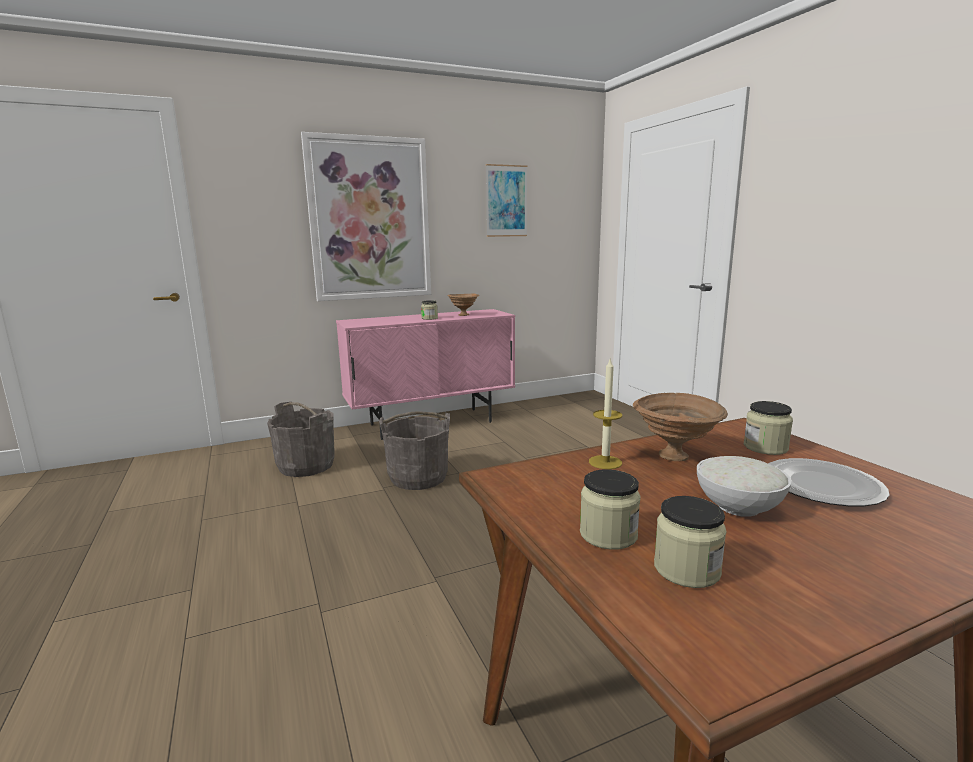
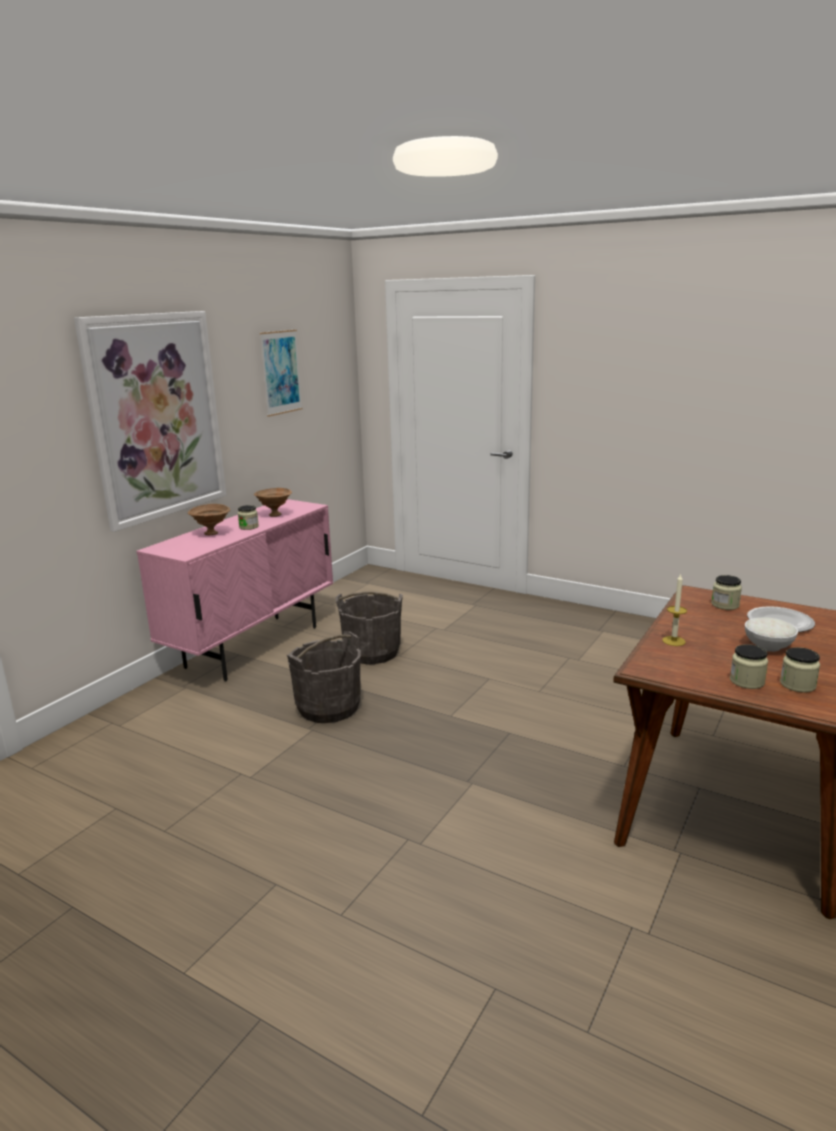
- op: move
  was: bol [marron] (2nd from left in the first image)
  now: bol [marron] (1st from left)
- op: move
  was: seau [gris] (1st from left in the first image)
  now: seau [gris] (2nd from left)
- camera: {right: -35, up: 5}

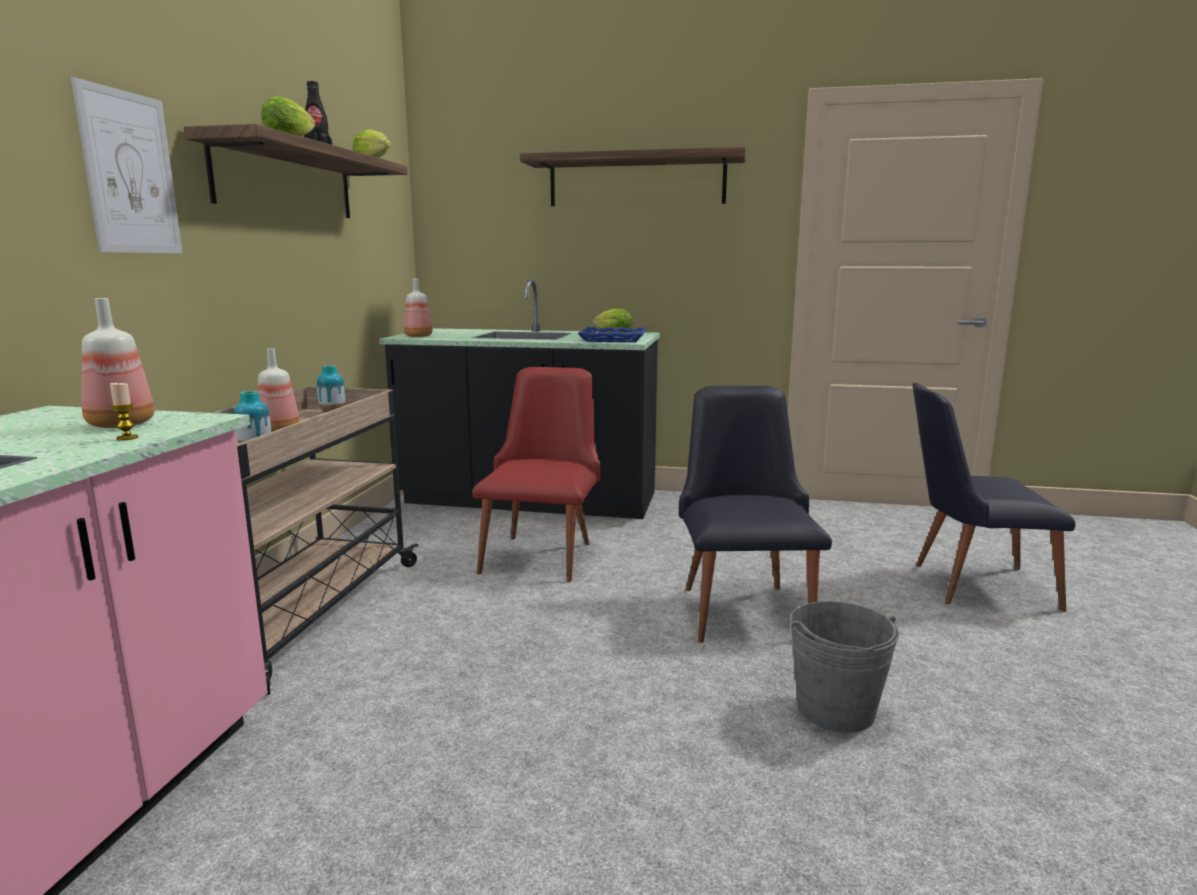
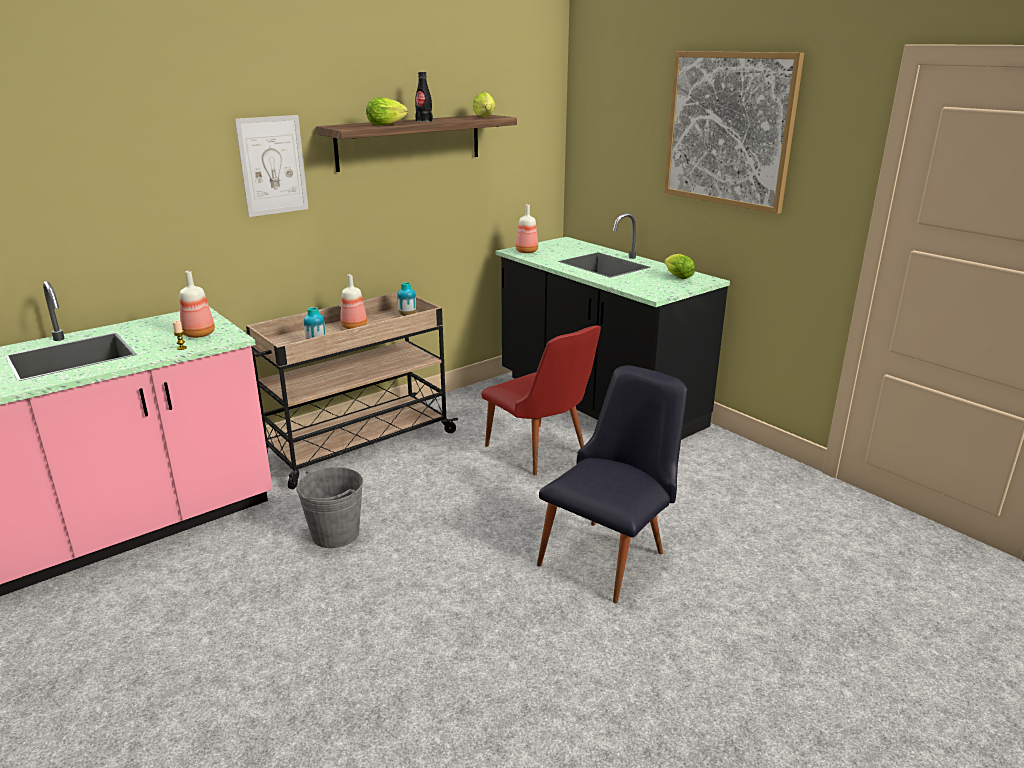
- op: replace
  was: étagère (2nd from left)
  now: tableau (2nd from left)
- op: delete
  was: plateau [bleu]
- op: rotate
  was: chaise [rouge]
  clockwise: 90
- op: delete
  was: chaise [noir] (2nd from left)
- op: move
  was: seau [gris]
- camera: {right: 40, up: 10}

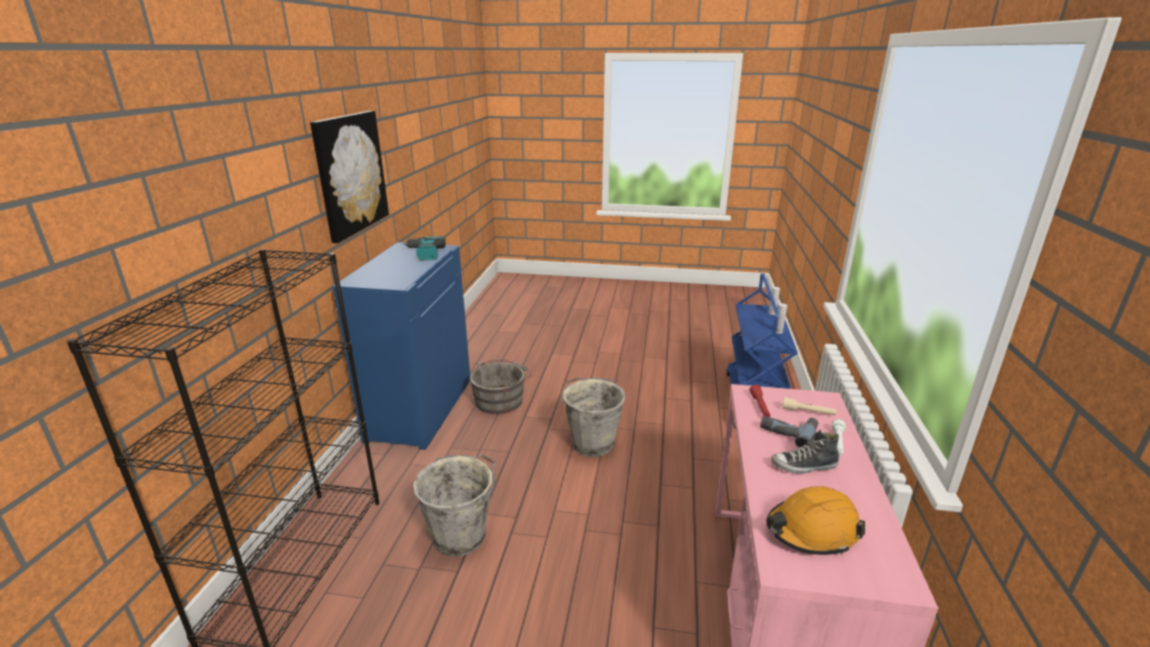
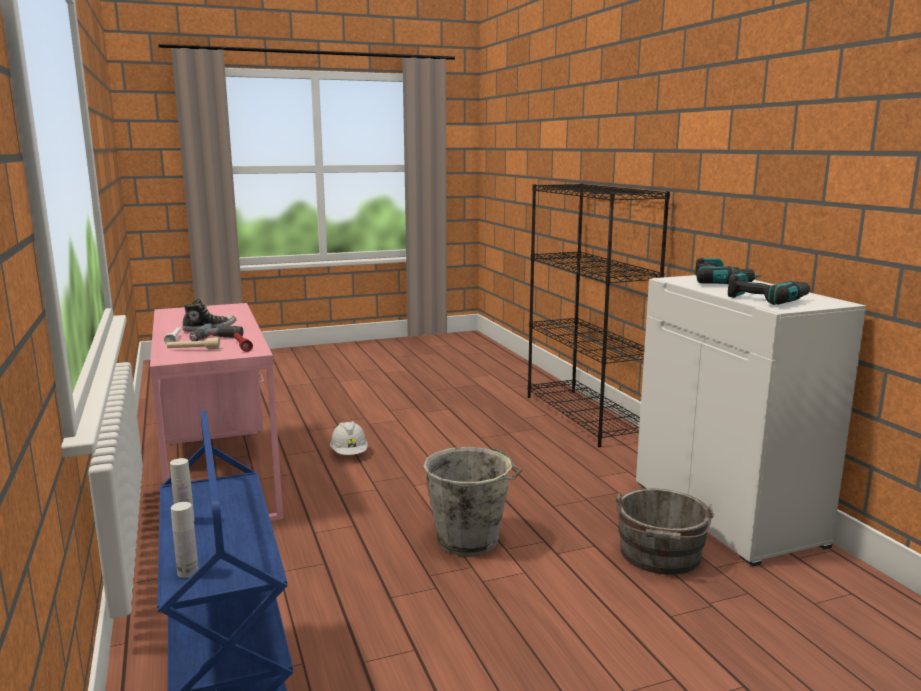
- op: delete
  was: tableau
- op: recolor
  was: meuble de rangement [bleu]
  now: meuble de rangement [blanc]
- op: delete
  was: seau [gris] (1st from left)
- op: delete
  was: casque de chantier [orange]
- op: insert
  now: perceuse (2nd from left)
- op: insert
  now: casque de chantier [blanc]
- camera: {right: 150, up: -10}

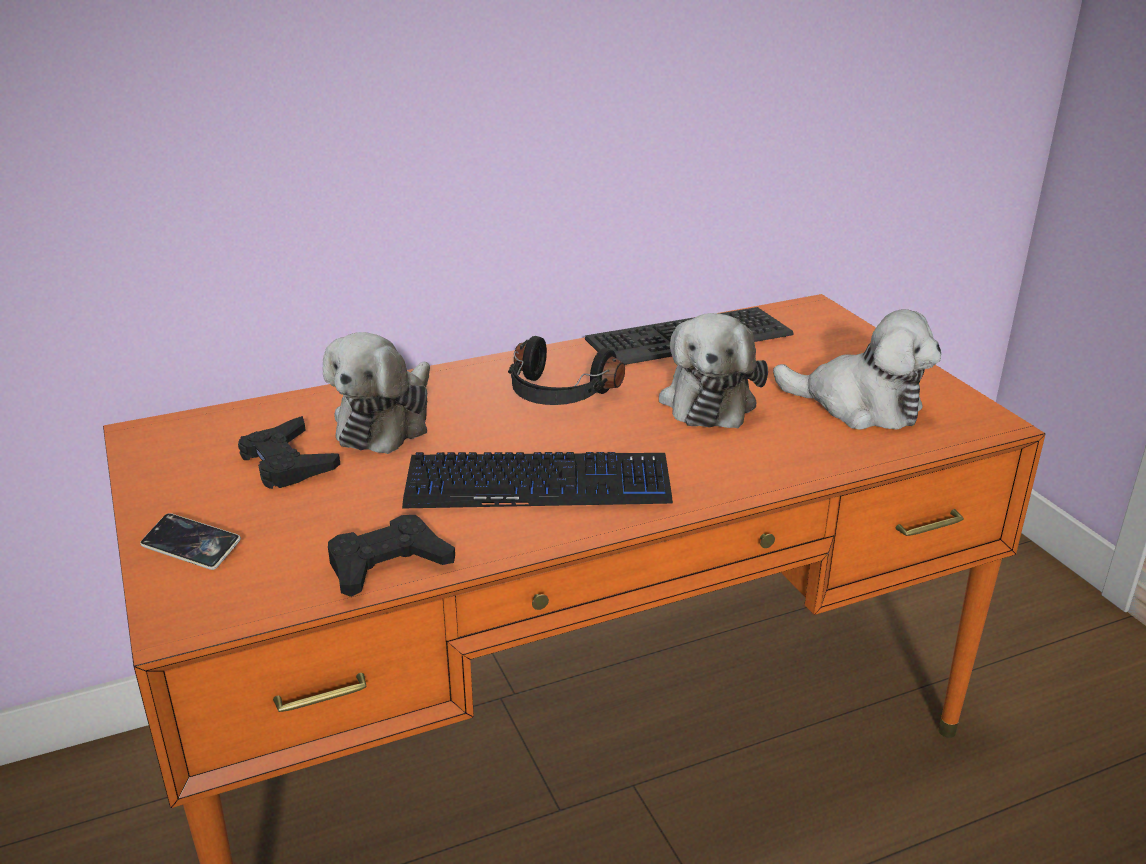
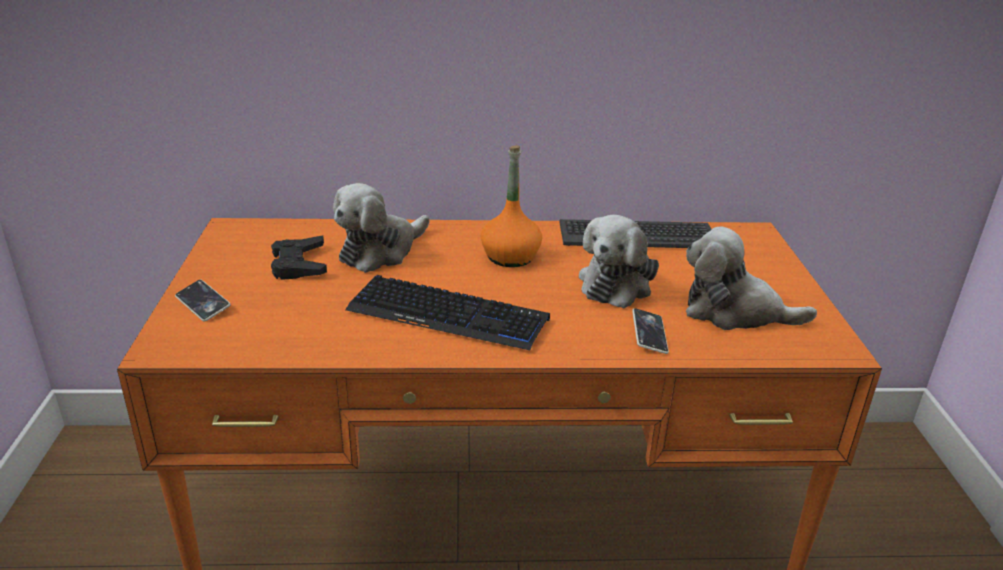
- op: rotate
  was: peluche (3rd from left)
  clockwise: 150
- op: replace
  was: casque audio [noir]
  now: bouteille [orange]
- op: delete
  was: manette [noir] (2nd from left)
- op: insert
  now: téléphone (2nd from left)
- camera: {right: 20, up: 0}

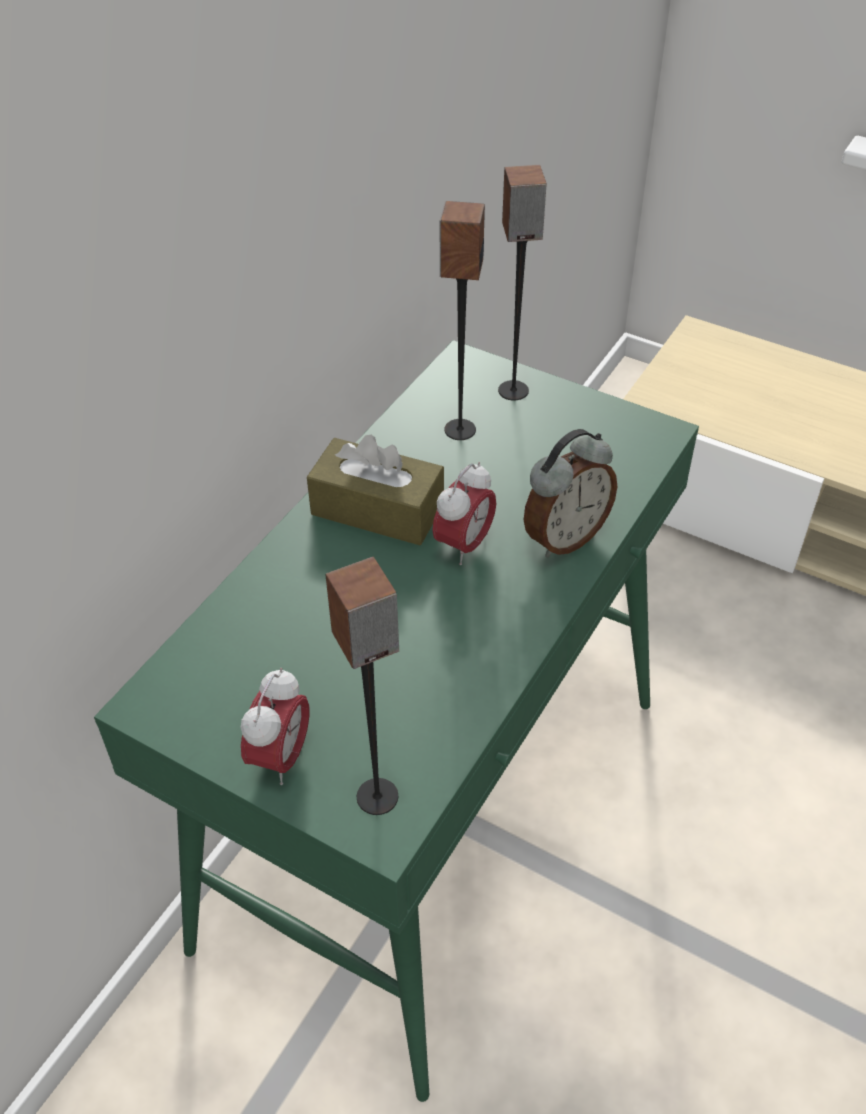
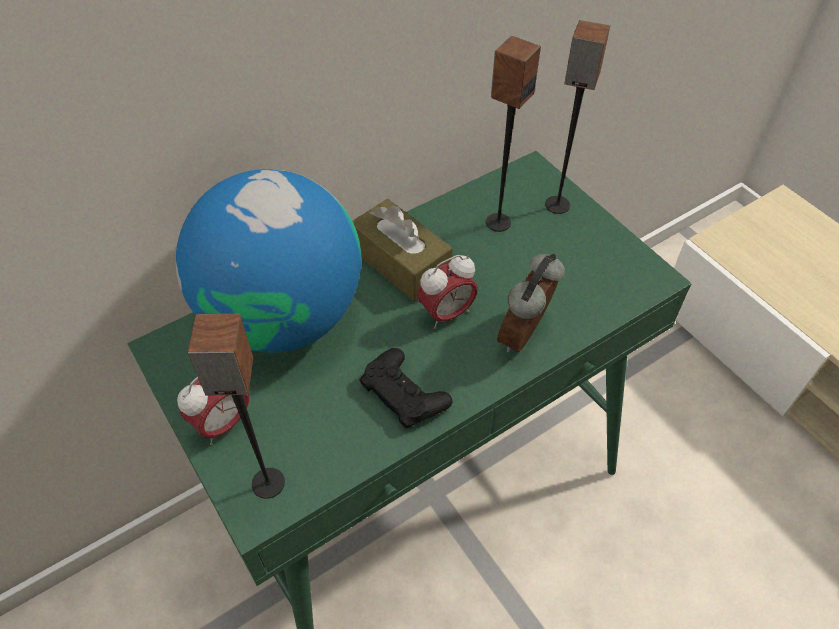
- op: rotate
  was: réveil (3rd from left)
  clockwise: 135
- op: insert
  now: globe
- op: insert
  now: manette [noir]
- camera: {right: 25, up: 5}

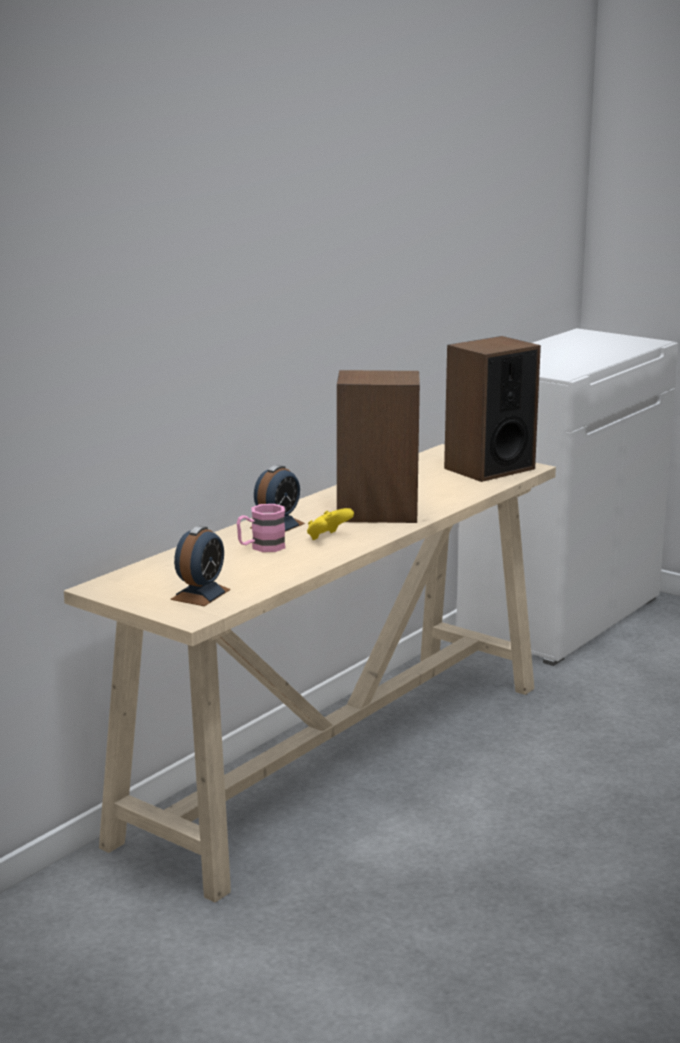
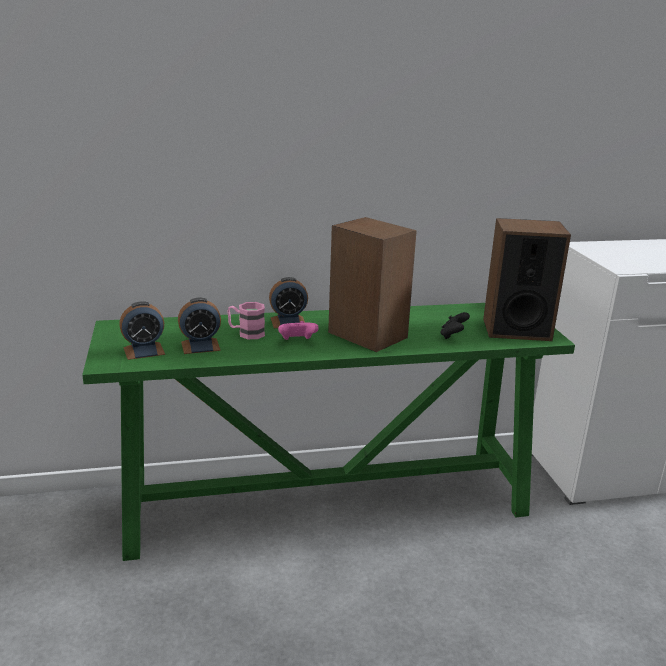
- op: recolor
  was: table console [beige]
  now: table console [vert]
- op: recolor
  was: manette [jaune]
  now: manette [rose]
- op: insert
  now: réveil (2nd from left)
- op: insert
  now: manette [noir]
- camera: {right: 40, up: 5}

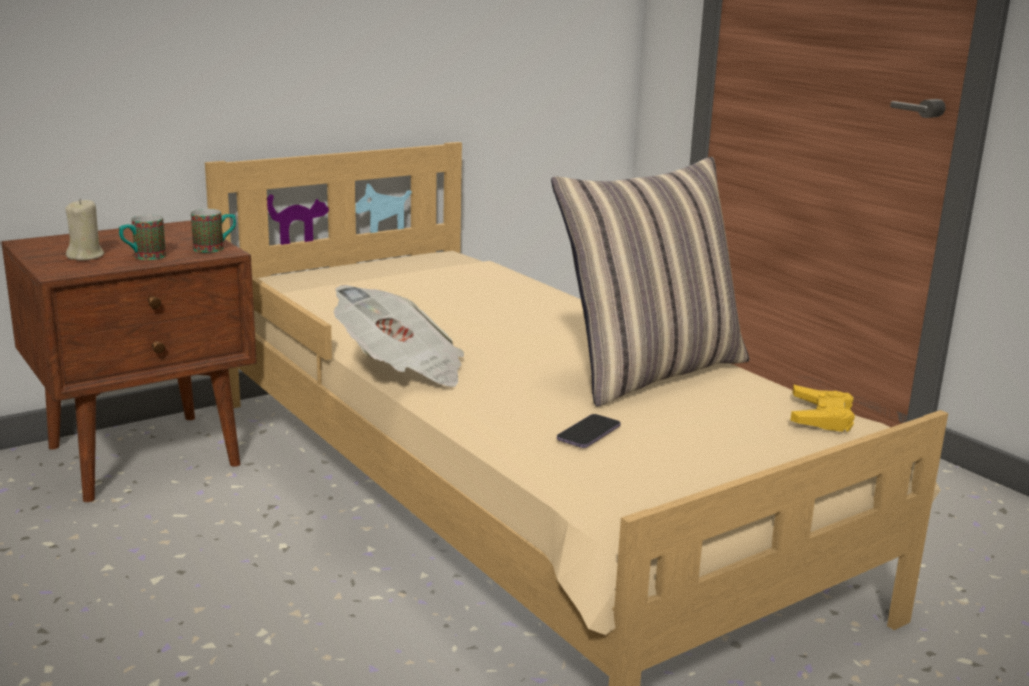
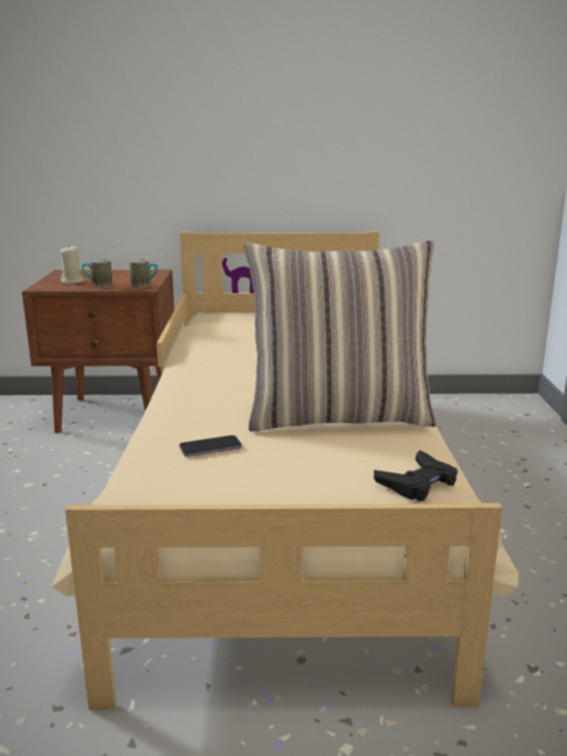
- op: delete
  was: journal
- op: recolor
  was: manette [jaune]
  now: manette [noir]
- camera: {right: 35, up: 0}

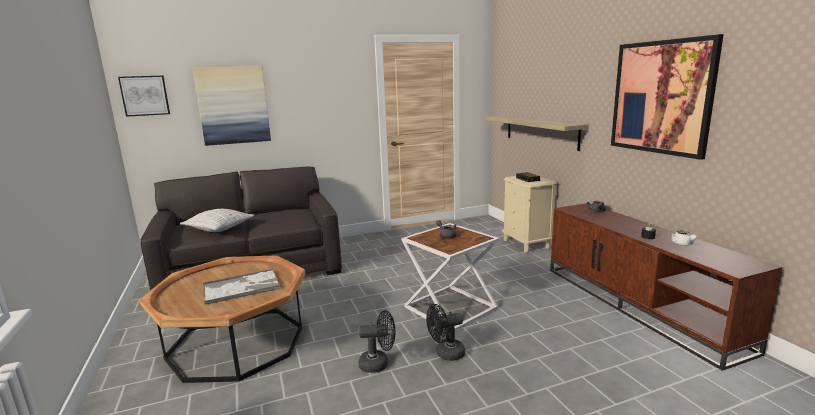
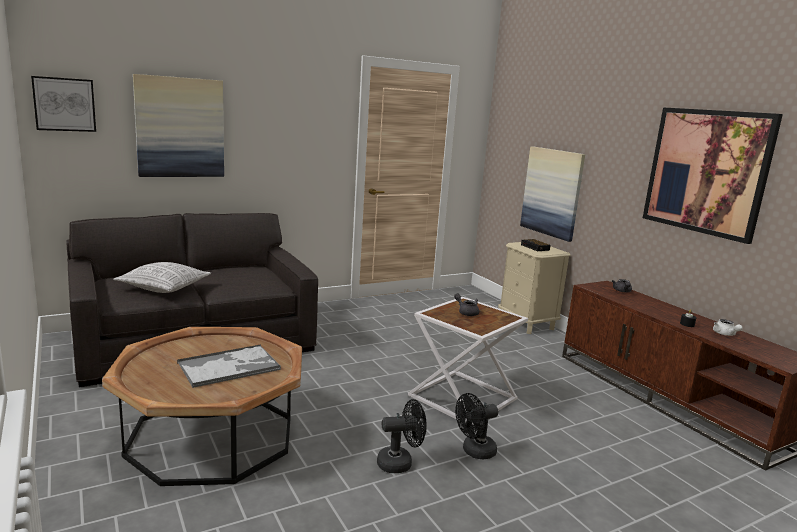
- op: replace
  was: étagère
  now: tableau (3rd from left)
- camera: {right: -10, up: 0}

